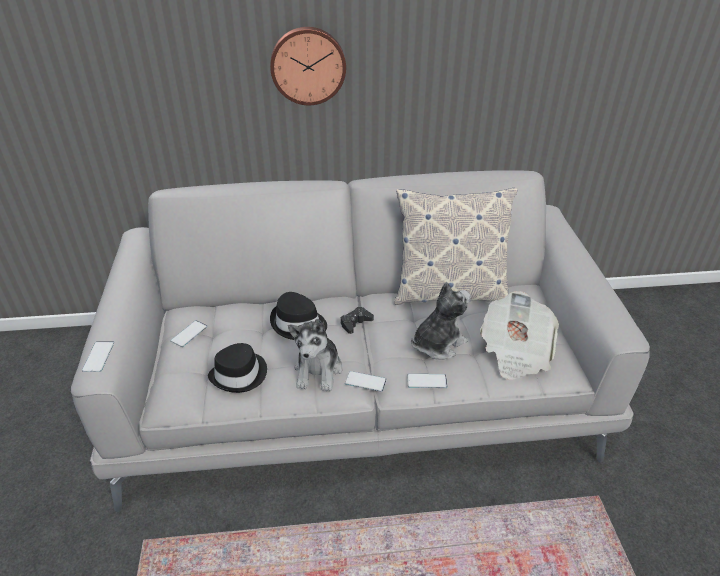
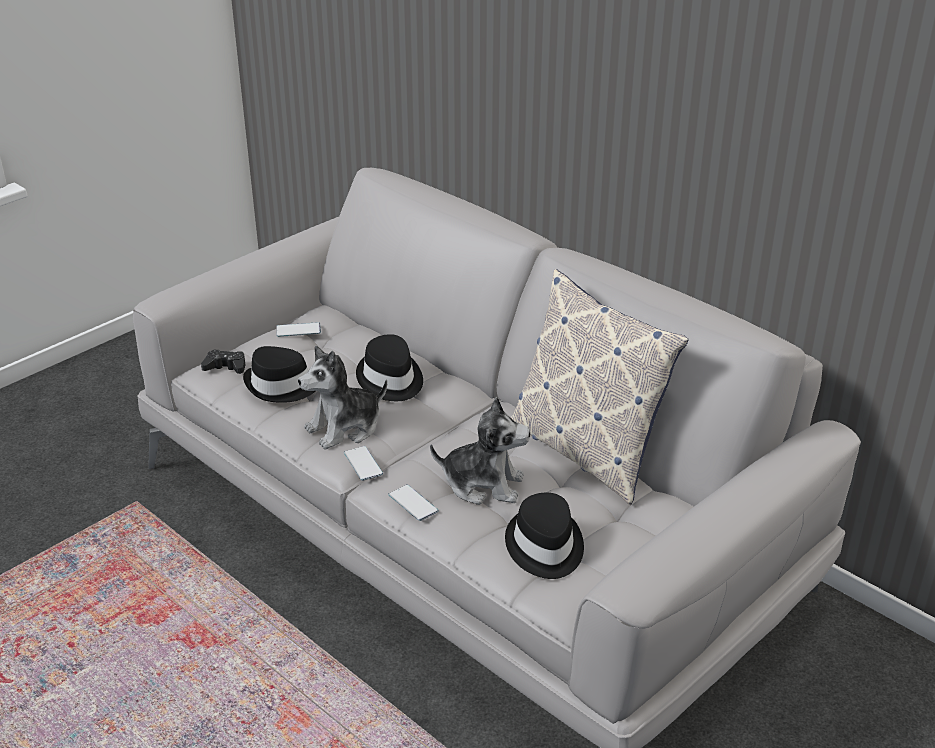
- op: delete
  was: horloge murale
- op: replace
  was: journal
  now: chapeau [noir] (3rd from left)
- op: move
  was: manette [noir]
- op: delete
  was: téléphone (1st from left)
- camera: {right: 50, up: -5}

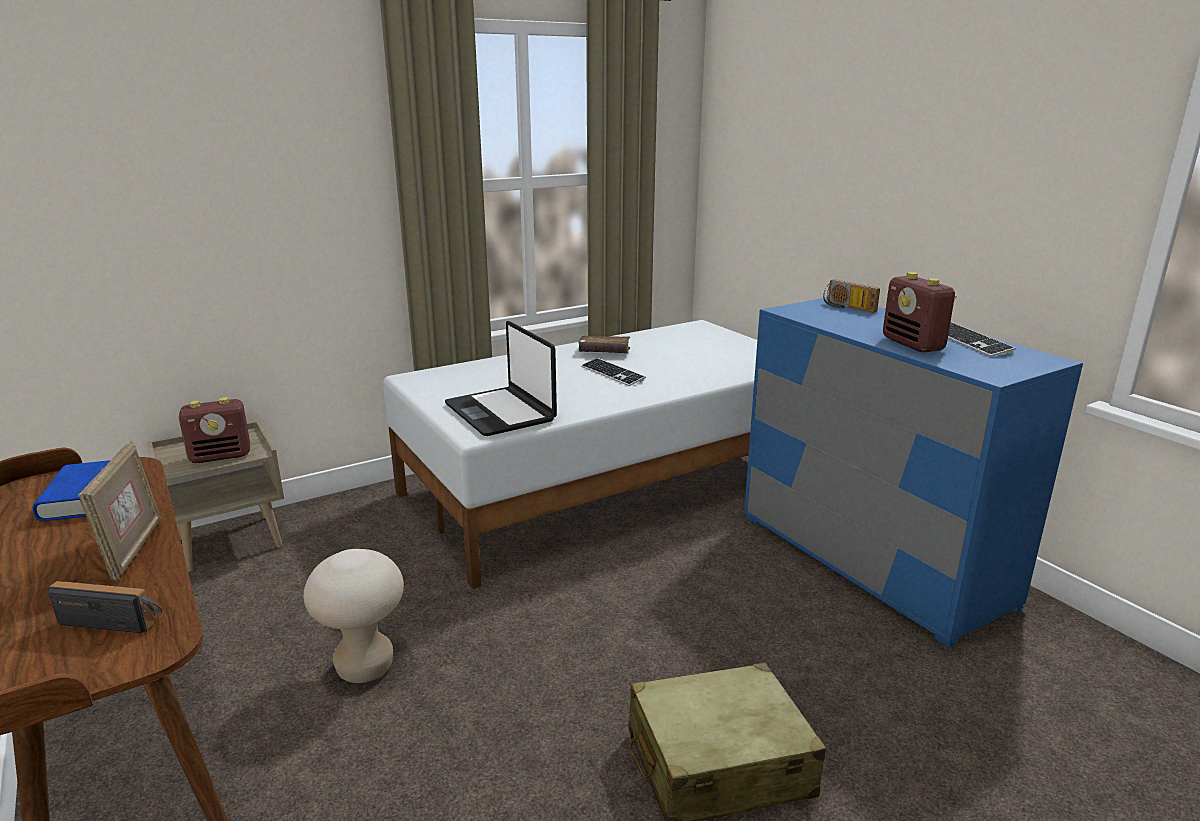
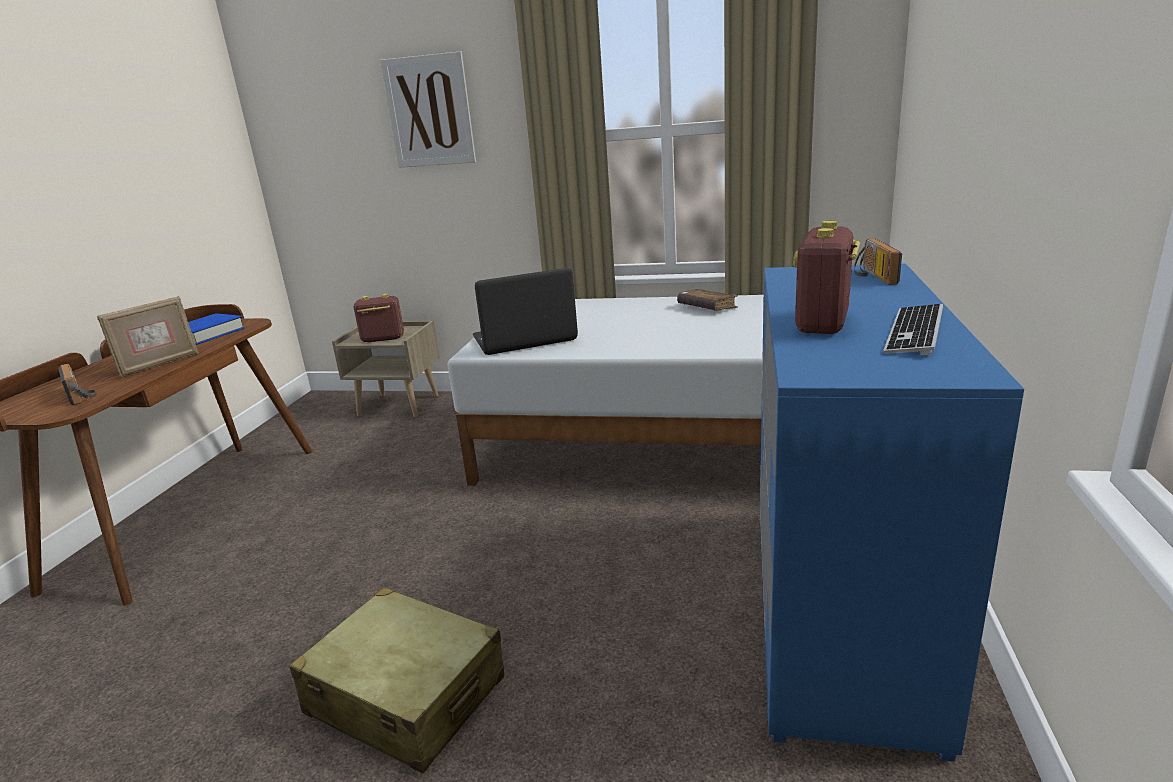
- op: rotate
  was: ordinateur portable
  clockwise: 60
- op: delete
  was: clavier (1st from left)
- op: rotate
  was: radio (2nd from left)
  clockwise: 150
- op: delete
  was: tabouret [beige]
- op: insert
  now: tableau
- camera: {right: 45, up: 0}

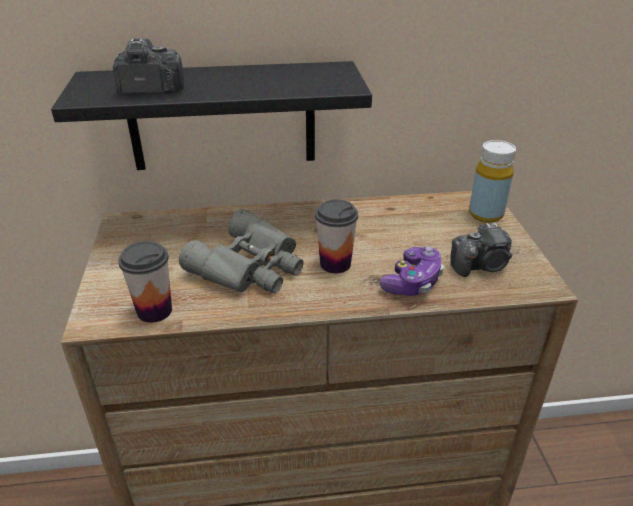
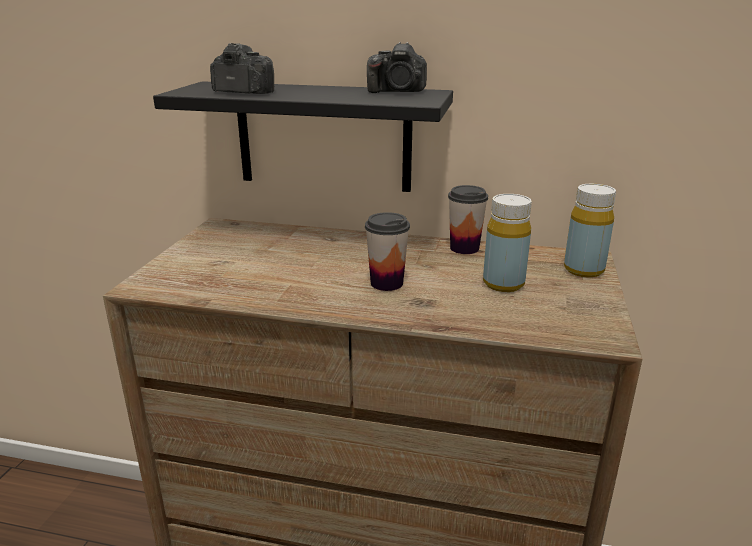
- op: delete
  was: jumelles [gris]
- op: move
  was: appareil photo (2nd from left)
- op: move
  was: tasse (1st from left in the first image)
  now: tasse (2nd from left)
- op: delete
  was: manette
- op: insert
  now: bouteille [jaune] (1st from left)
- camera: {right: 20, up: -10}

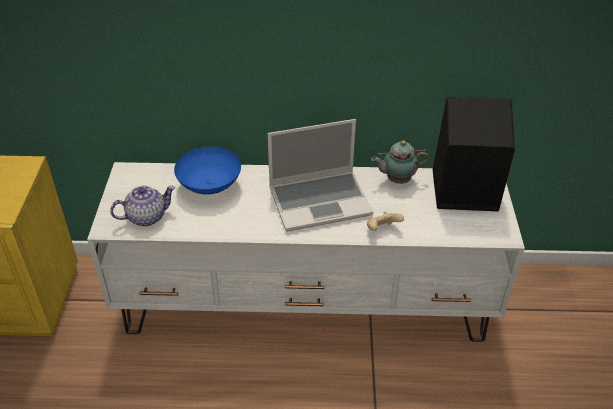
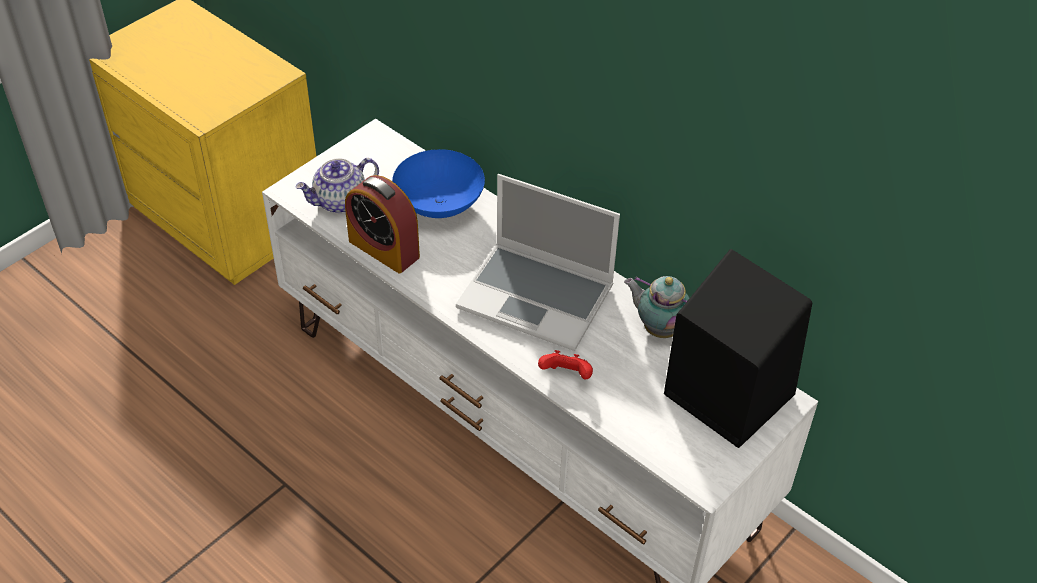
- op: rotate
  was: théière (1st from left)
  clockwise: 135
- op: recolor
  was: manette [beige]
  now: manette [rouge]
- op: insert
  now: réveil
- camera: {right: 40, up: 5}

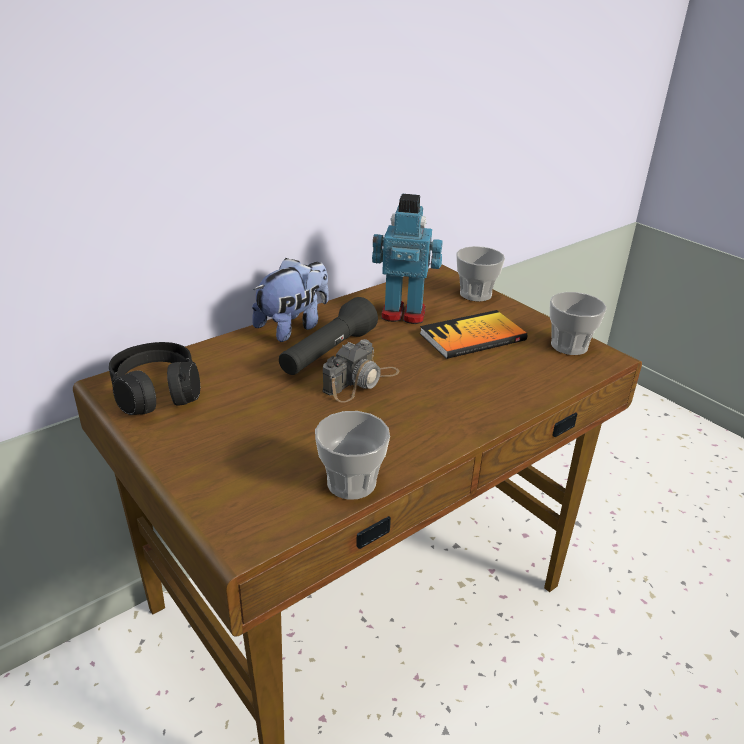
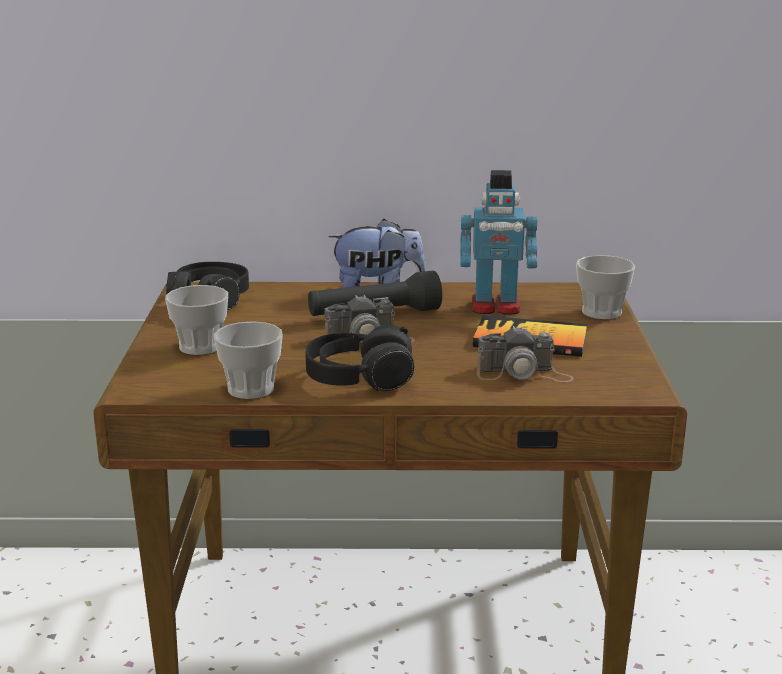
- op: rotate
  was: robot jouet
  clockwise: 135
- op: move
  was: tasse (3rd from left in the first image)
  now: tasse (1st from left)
- op: insert
  now: casque audio [noir] (2nd from left)
- op: insert
  now: appareil photo (2nd from left)
- camera: {right: 40, up: -10}

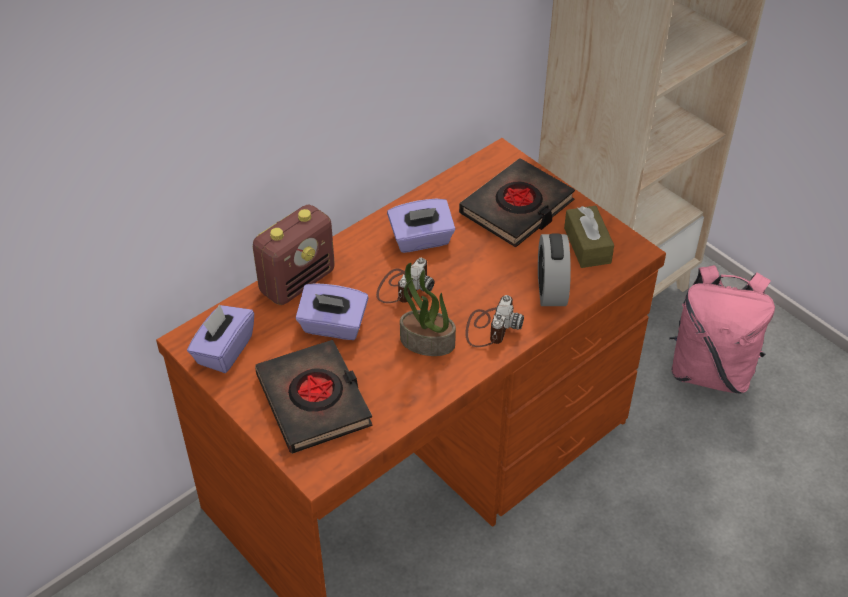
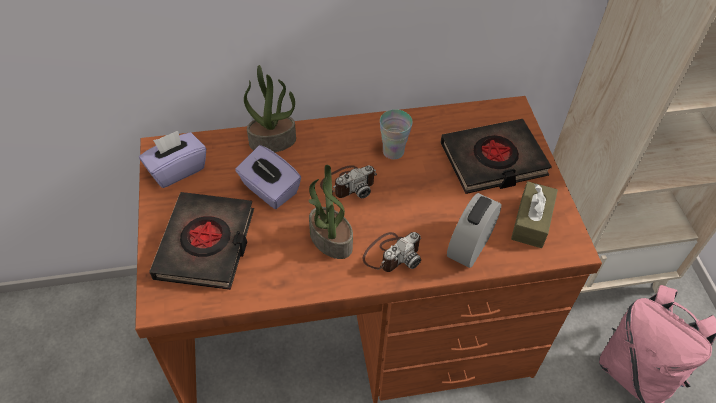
- op: replace
  was: boîte à mouchoirs [violet] (3rd from left)
  now: tasse
- op: replace
  was: radio
  now: plante en pot (1st from left)
- camera: {right: 30, up: 5}

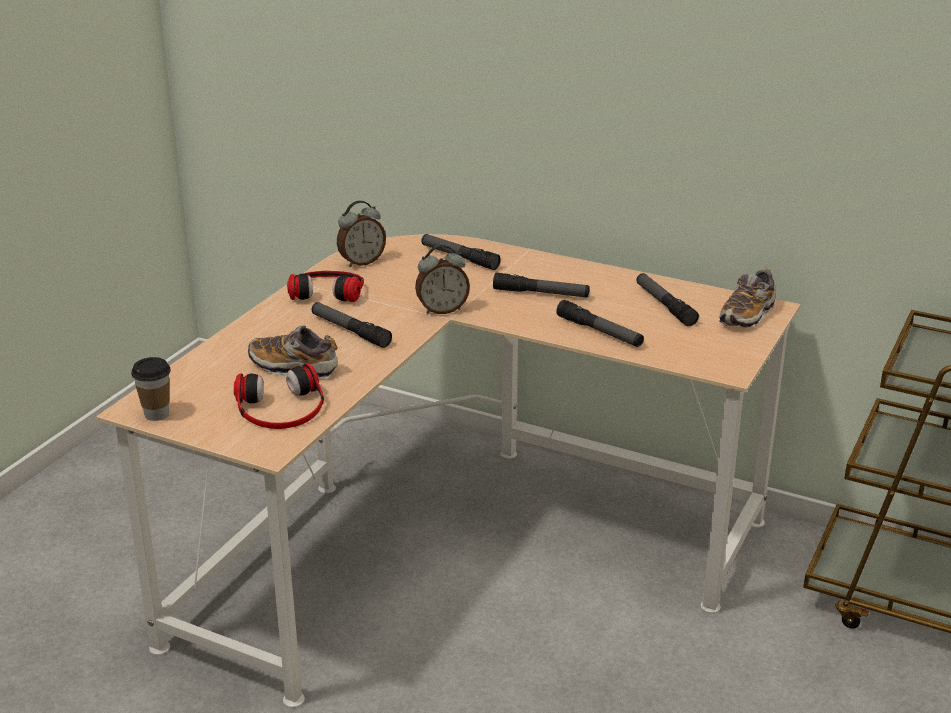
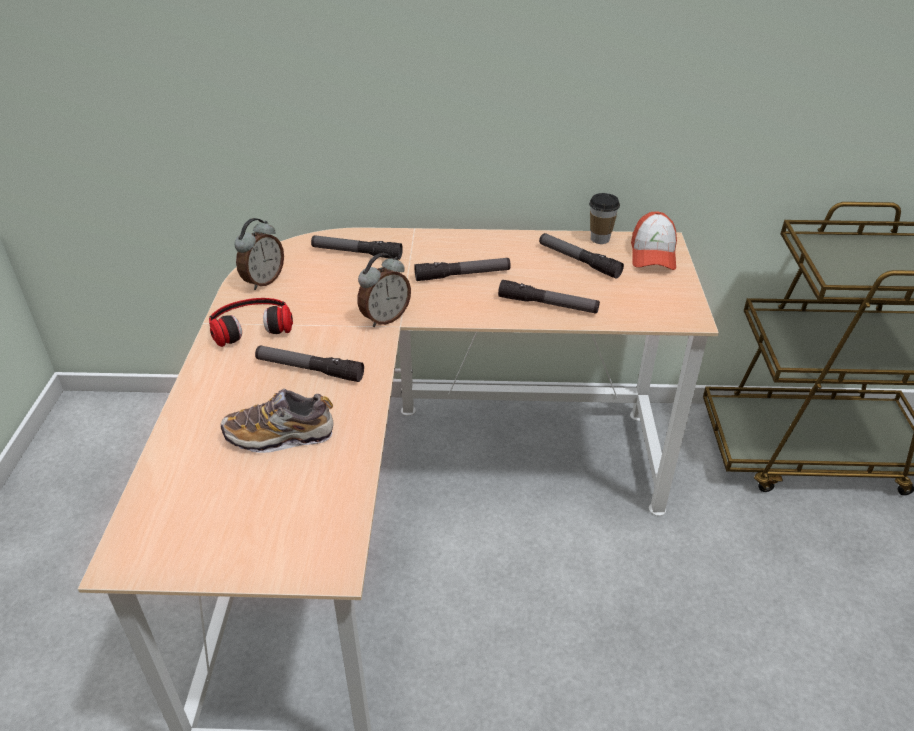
- op: replace
  was: chaussure (2nd from left)
  now: casquette
- op: move
  was: tasse
- op: delete
  was: casque audio (1st from left)
- camera: {right: -25, up: 10}

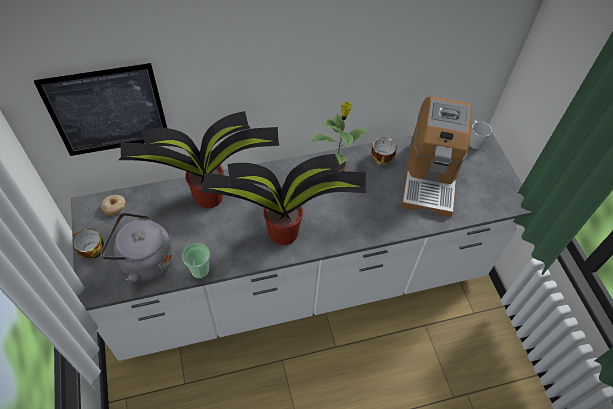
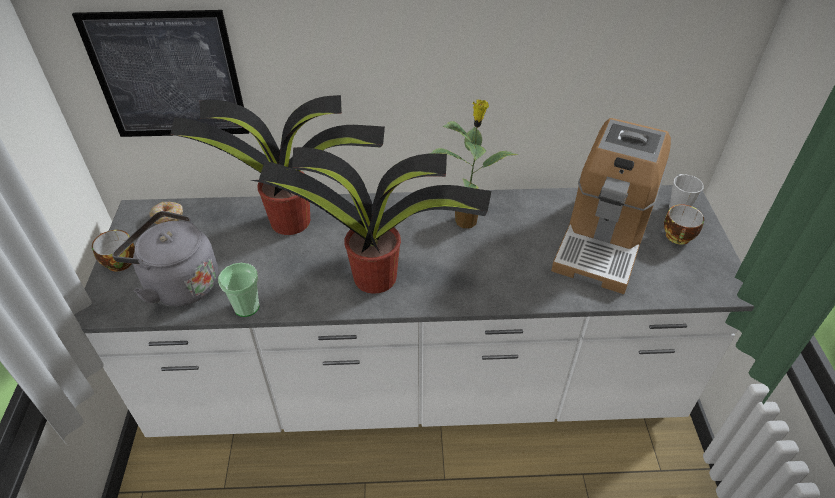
- op: move
  was: tasse (3rd from left)
- camera: {right: 15, up: -10}

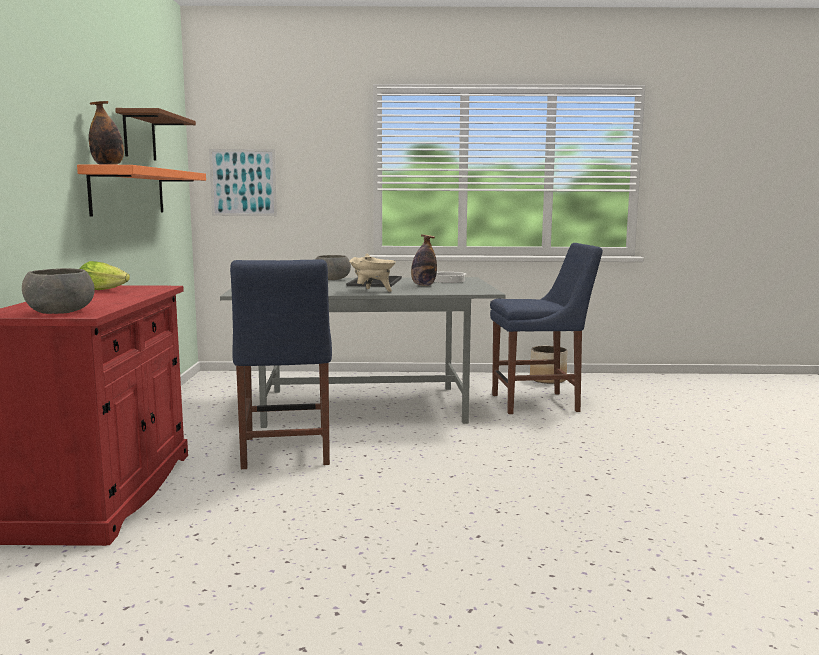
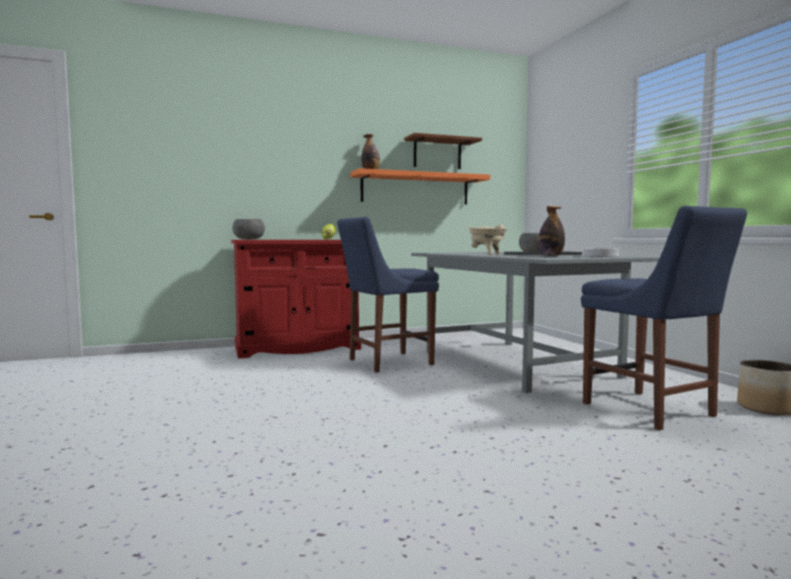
- op: delete
  was: tableau
- camera: {right: 70, up: -5}

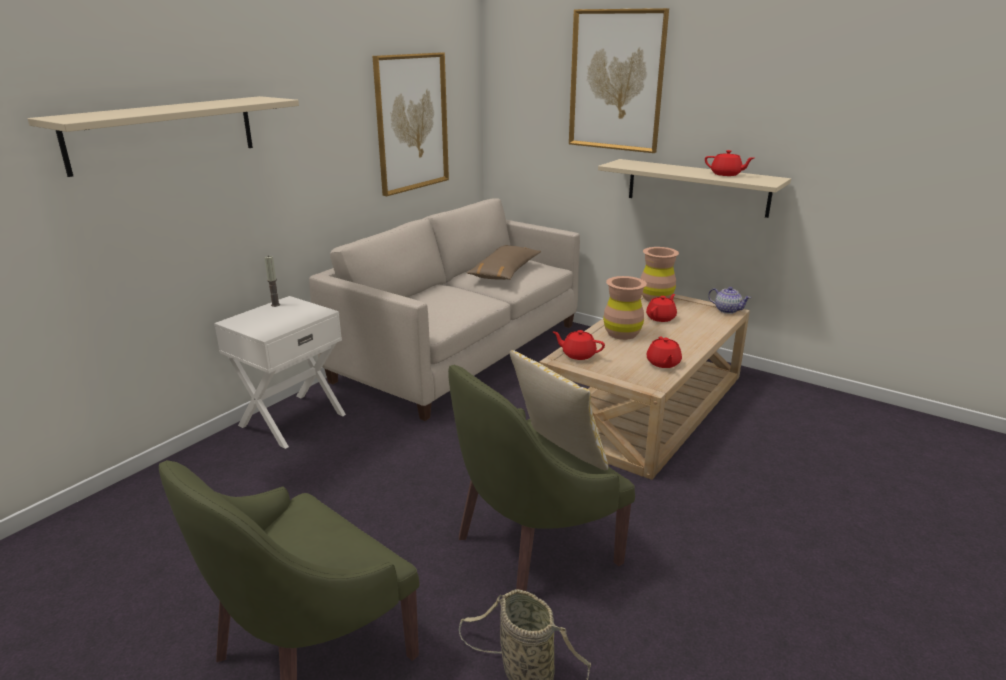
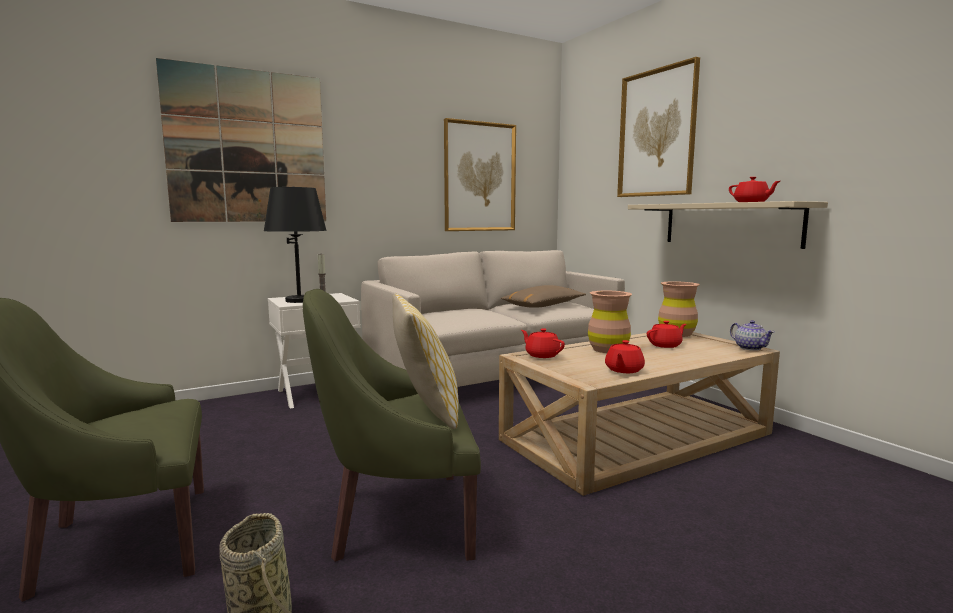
- op: replace
  was: étagère [beige] (1st from left)
  now: tableau (1st from left)
- op: insert
  now: lampe de table [noir]
- camera: {right: 25, up: -15}

